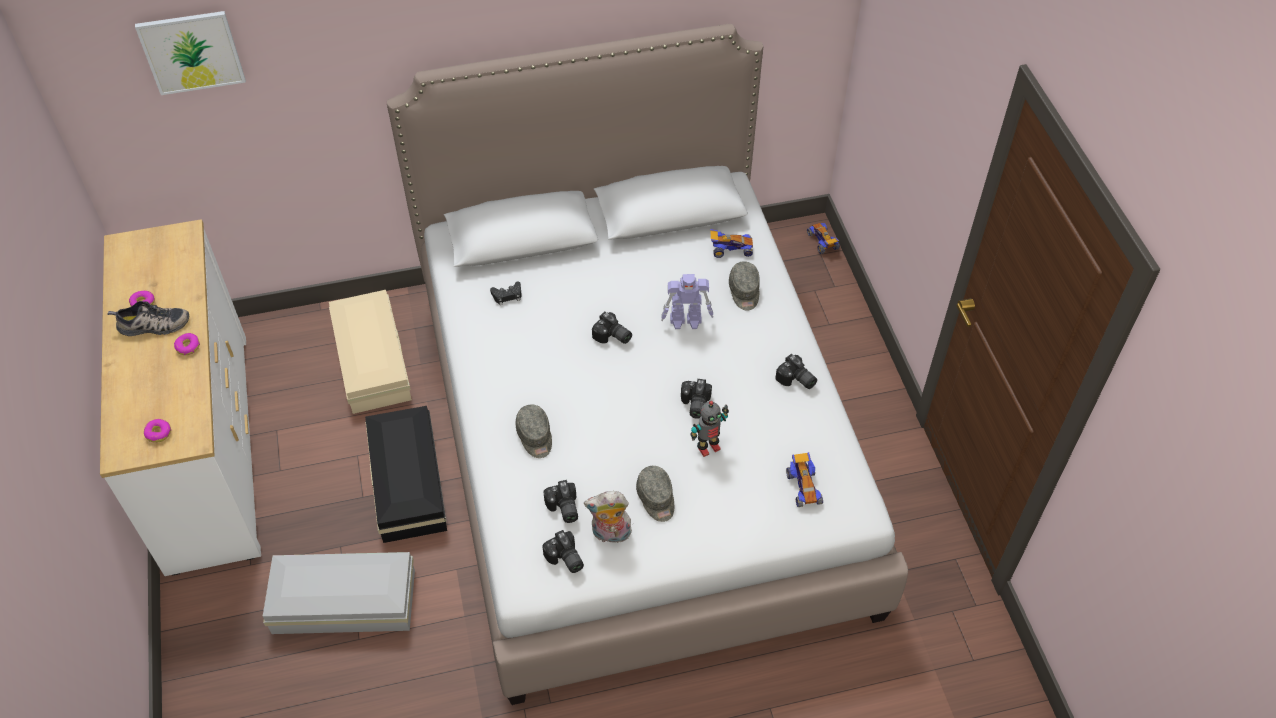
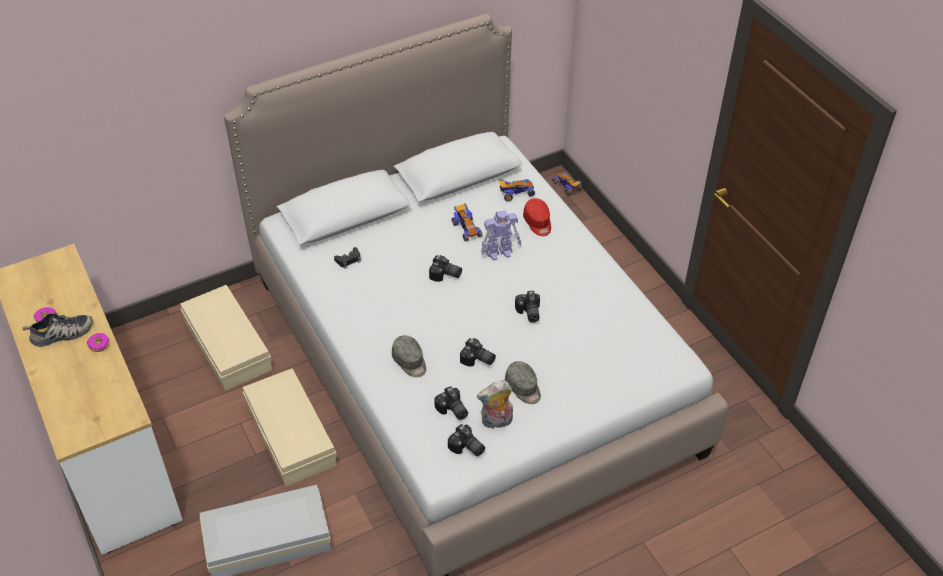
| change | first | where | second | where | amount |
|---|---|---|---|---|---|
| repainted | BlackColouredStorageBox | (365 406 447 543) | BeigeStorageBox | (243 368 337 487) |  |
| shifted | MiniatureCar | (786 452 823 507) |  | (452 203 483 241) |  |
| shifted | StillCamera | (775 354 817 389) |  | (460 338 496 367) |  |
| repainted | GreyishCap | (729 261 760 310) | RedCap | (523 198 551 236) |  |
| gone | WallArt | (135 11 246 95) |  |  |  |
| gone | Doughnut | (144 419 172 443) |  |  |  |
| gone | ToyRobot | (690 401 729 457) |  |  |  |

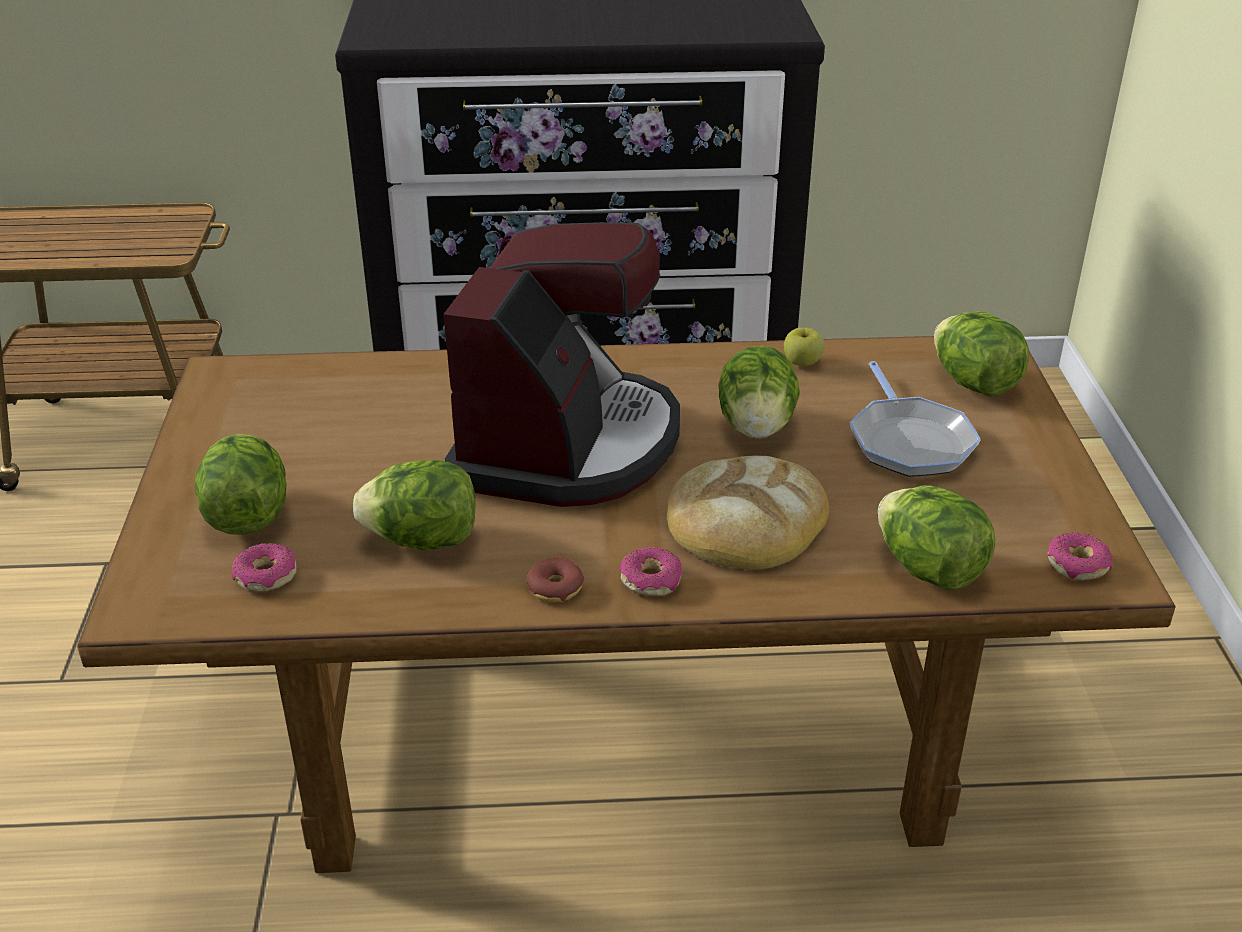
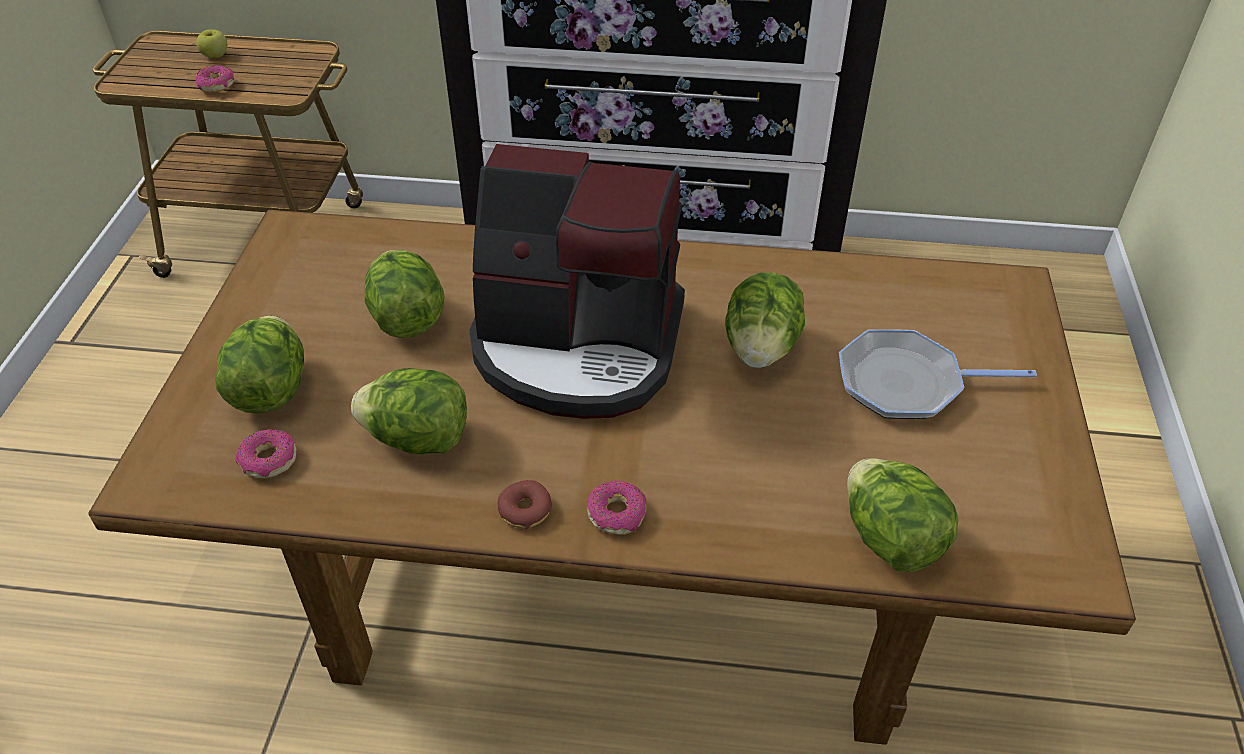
| change | first | where | second | where | amount |
|---|---|---|---|---|---|
| shifted | Doughnut | (1048 532 1112 580) |  | (195 65 235 92) |  |
| shifted | AppleFruit | (784 328 824 366) |  | (196 29 228 58) |  |
| shifted | HeadOfLettuce | (934 311 1029 397) |  | (365 250 444 338) |  |
| rotated | CoffeeMachine | (443 222 680 507) |  | (469 144 685 419) | 75 degrees clockwise |
| rotated | Skillet | (850 361 981 477) |  | (839 329 1037 419) | 90 degrees clockwise |
| gone | BakeryBread | (667 455 829 570) |  |  |  |

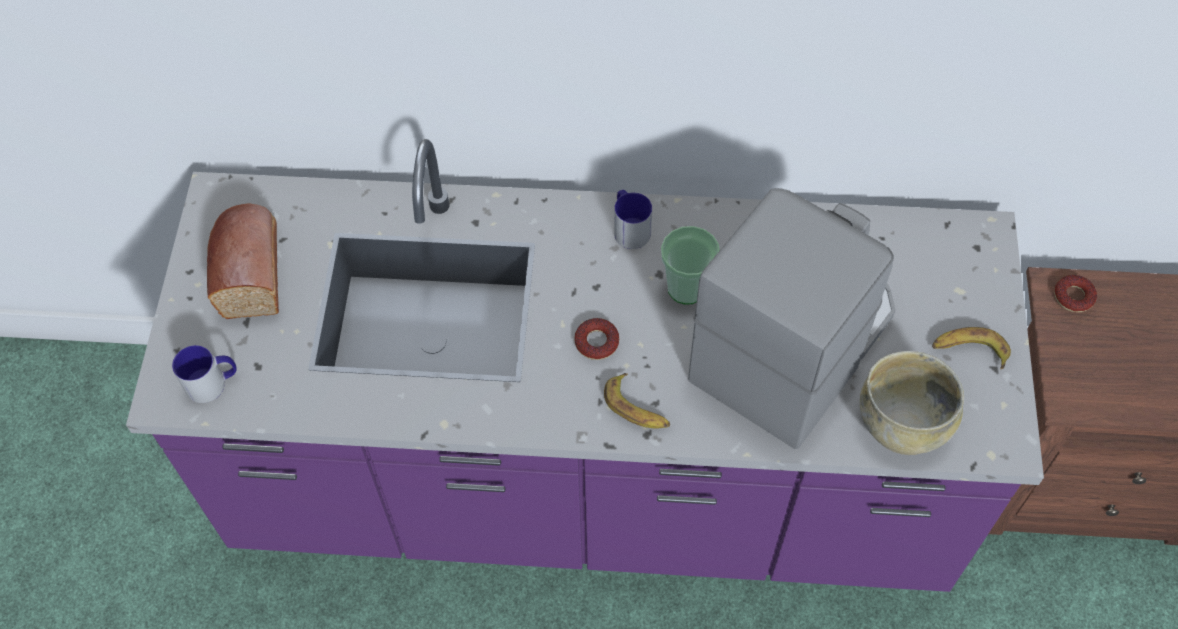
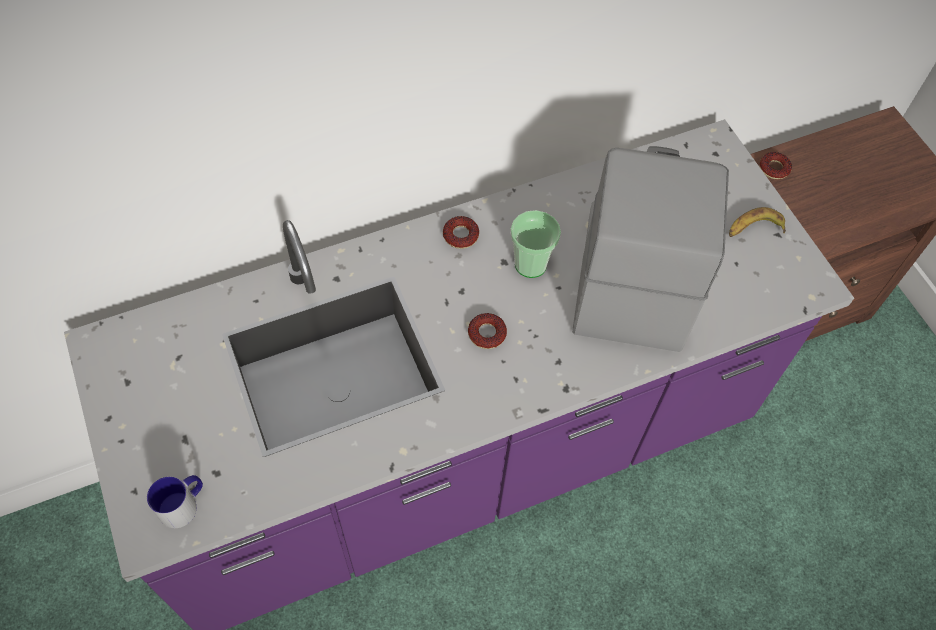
| change | first | where | second | where | amount |
|---|---|---|---|---|---|
| swapped | TeaMug | (614 190 652 249) | Doughnut | (443 216 479 249) |  |
| gone | BakeryBread | (207 204 279 319) |  |  |  |
| gone | WholeBanana | (604 373 670 428) |  |  |  |
| gone | BeigeDeepDish | (860 351 964 455) |  |  |  |

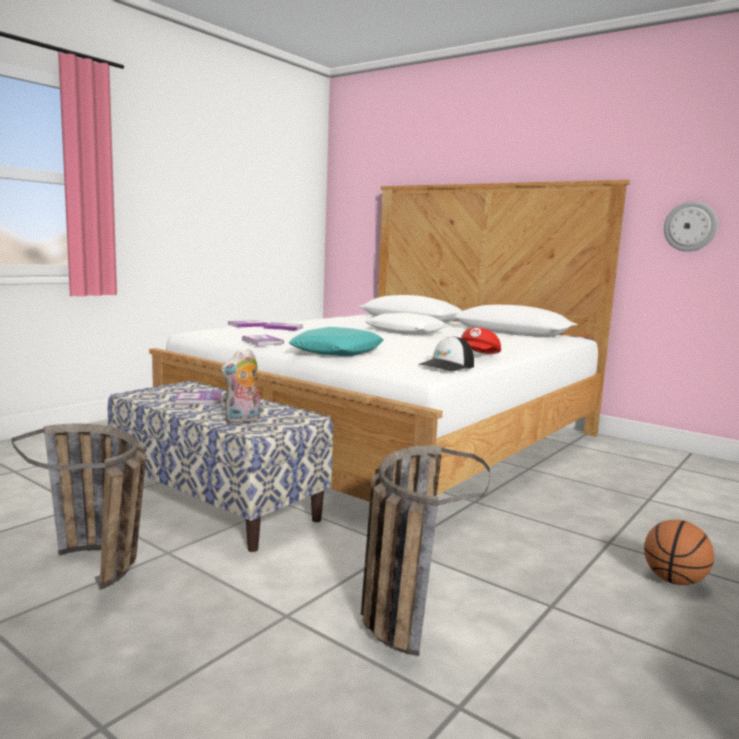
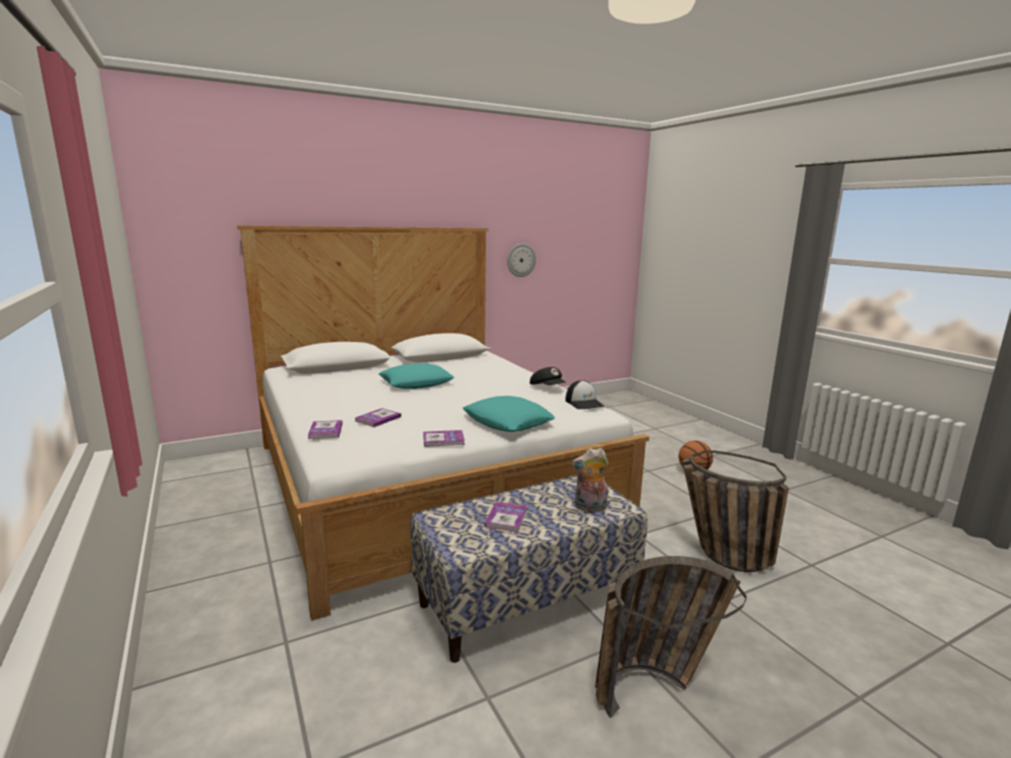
| change | first | where | second | where | amount |
|---|---|---|---|---|---|
| repainted | WhitishPillow | (365 313 449 335) | BlueGreenPillow | (379 363 454 389) |  |
| repainted | RedCap | (461 327 501 354) | BlackColouredCap | (530 367 566 385) |  |
| rotated | CuddlyToy | (221 349 260 424) |  | (572 448 608 511) | 105 degrees clockwise |

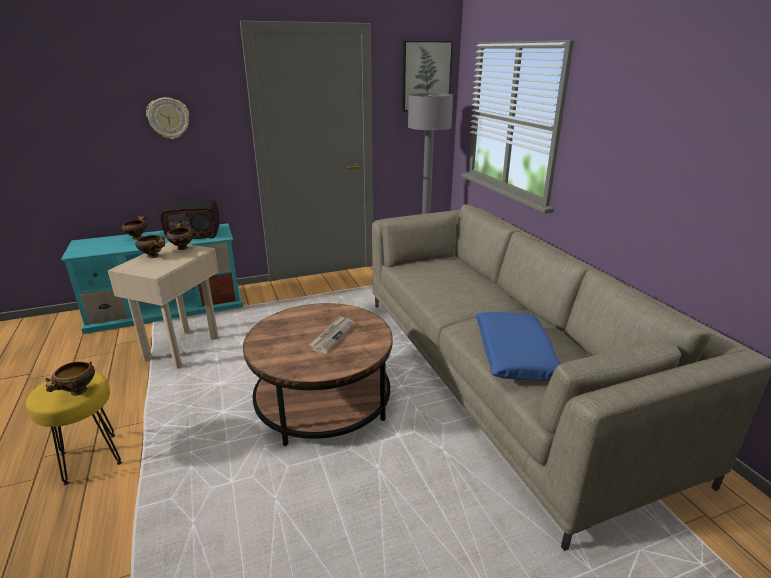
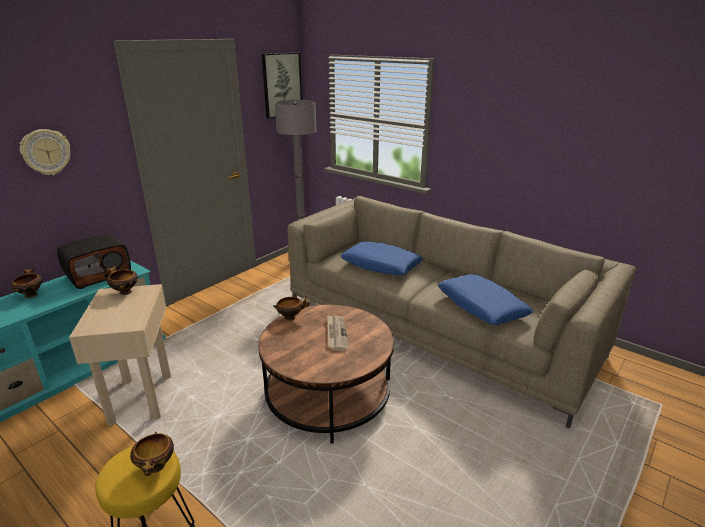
| change | first | where | second | where | amount |
|---|---|---|---|---|---|
| shifted | DeepDish | (135 235 165 258) |  | (273 297 310 321) |  |
| new |  |  | BluishPillow | (341 242 423 275) |  |

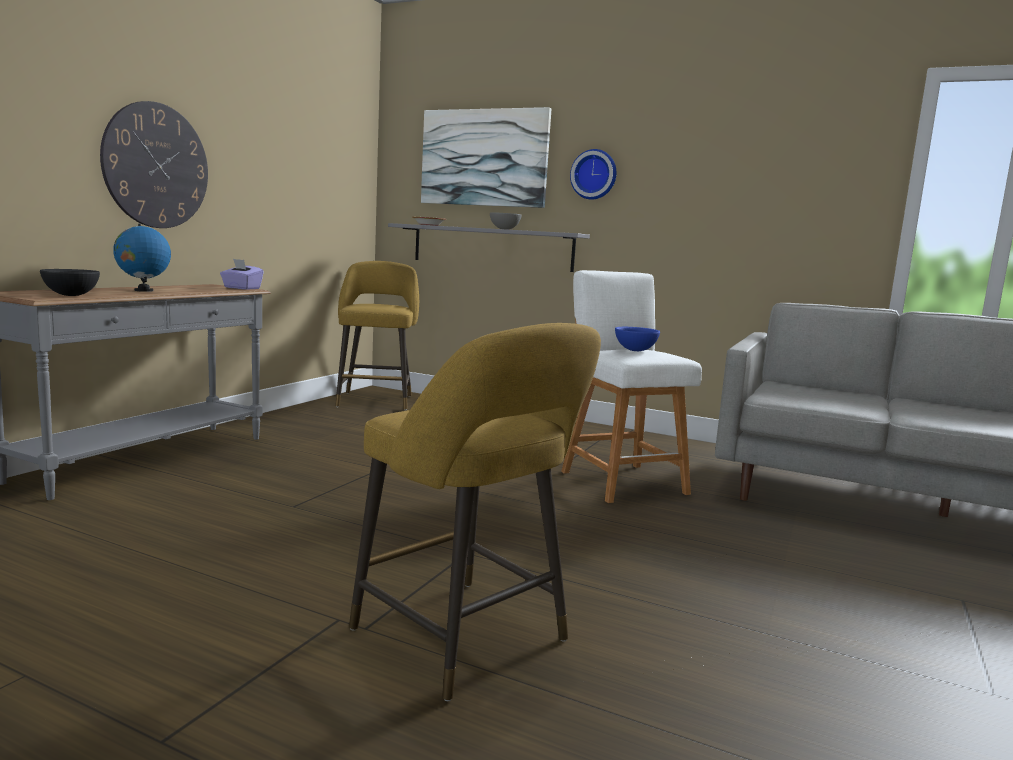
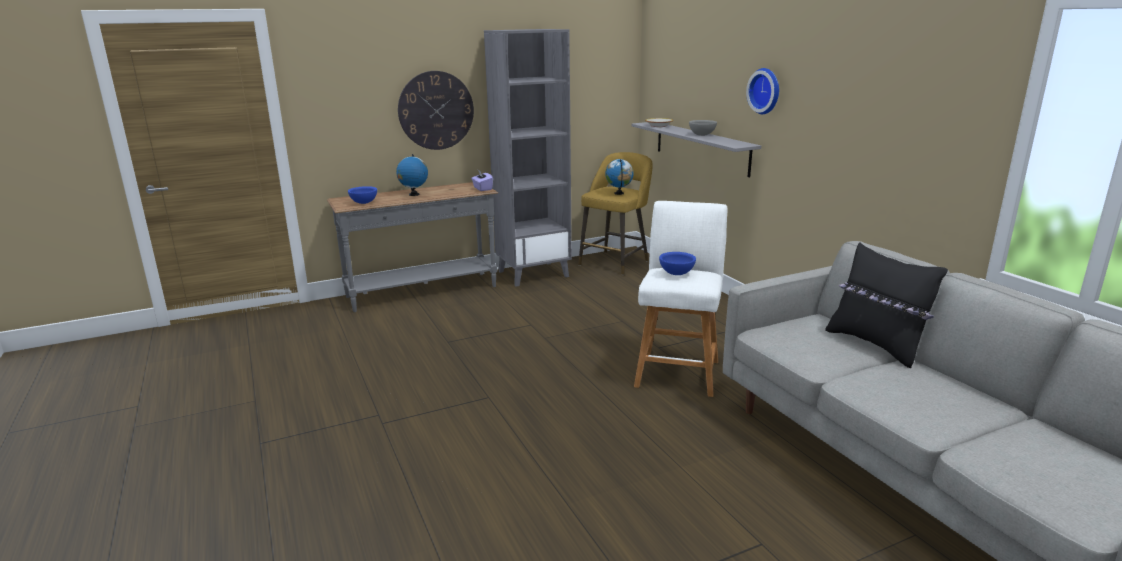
| change | first | where | second | where | amount |
|---|---|---|---|---|---|
| repainted | BlackColouredDeepDish | (40 269 100 296) | BluishDeepDish | (348 186 377 204) |  |
| new |  |  | GreyishBookshelf | (484 29 572 287) |  |
| new |  |  | DeskGlobe | (605 159 634 195) |  |
| new |  |  | BlackColouredPillow | (825 242 948 368) |  |
| gone | YellowColouredStoolSeat | (349 323 601 701) |  |  |  |
| gone | WallArt | (421 107 551 208) |  |  |  |

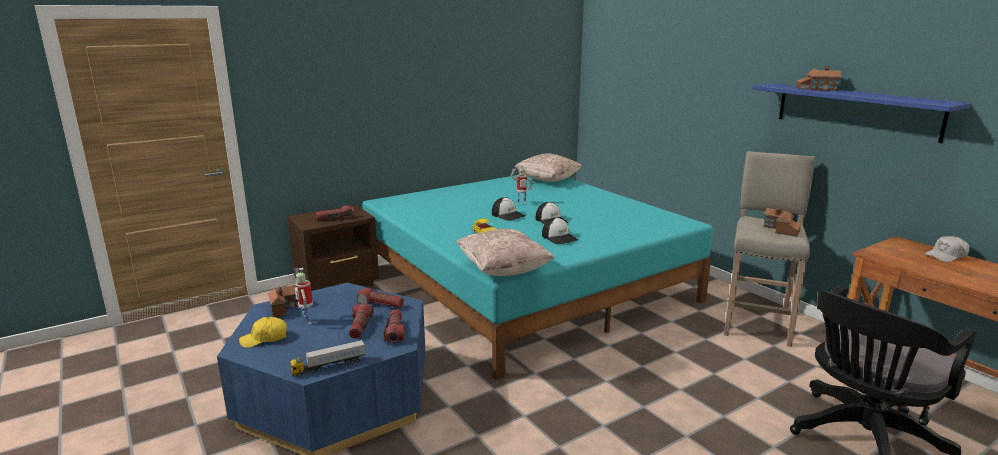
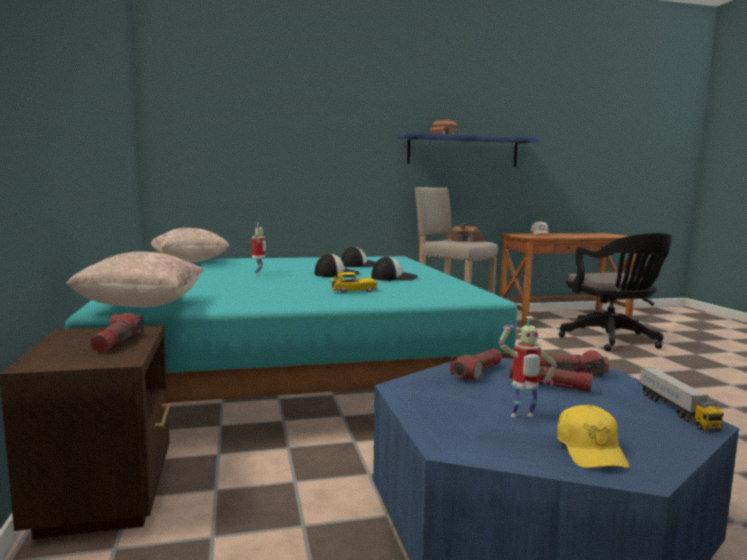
| change | first | where | second | where | amount |
|---|---|---|---|---|---|
| shifted | BeigePillow | (456 229 555 276) |  | (66 251 204 308) |  |
| shifted | Cap | (492 197 525 221) |  | (341 246 376 267) |  |
| gone | ModelHouse | (268 285 298 318) |  |  |  |

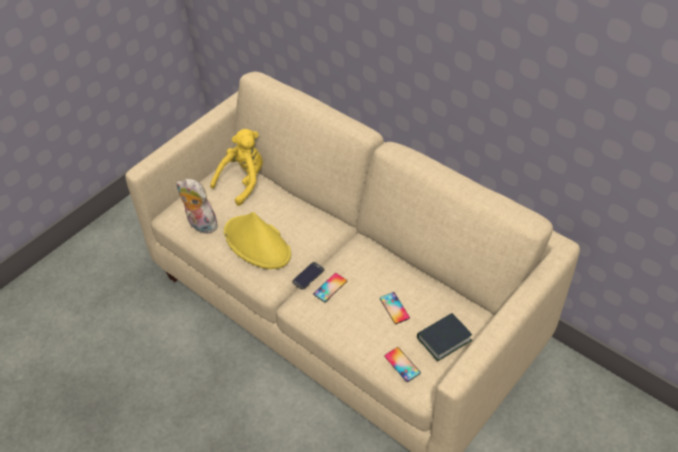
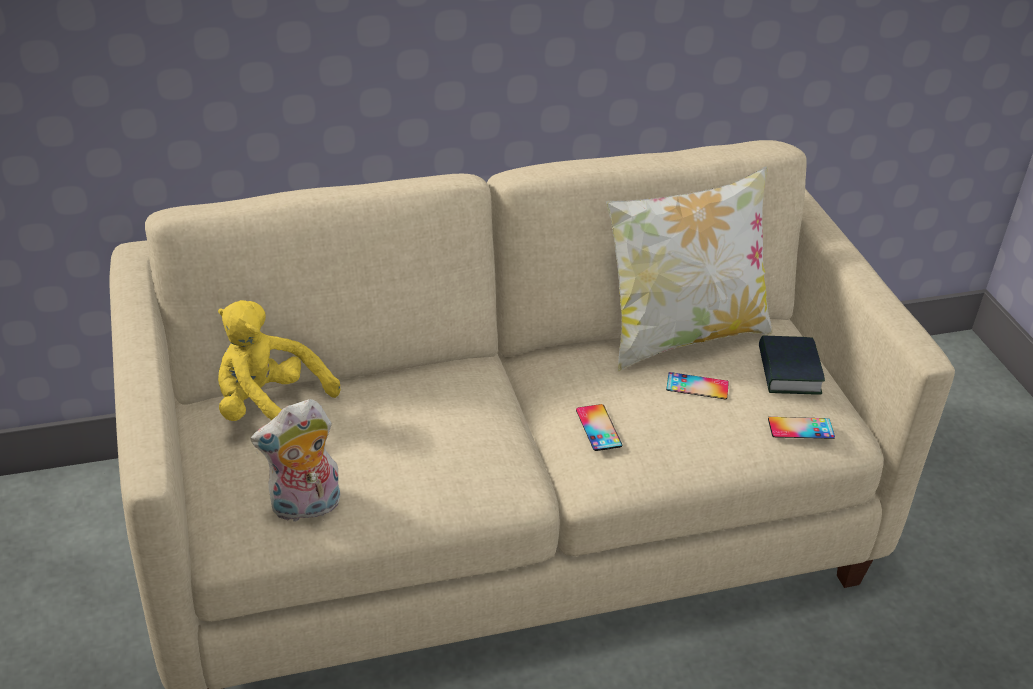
| change | first | where | second | where | amount |
|---|---|---|---|---|---|
| rotated | YellowColouredCuddlyToy | (210 129 263 206) |  | (218 300 341 421) | 60 degrees counterclockwise |
| new |  |  | Pillow | (606 166 773 372) |  |
| gone | YellowColouredClothingHat | (224 212 291 269) |  |  |  |
| gone | Handset | (292 262 324 290) |  |  |  |

